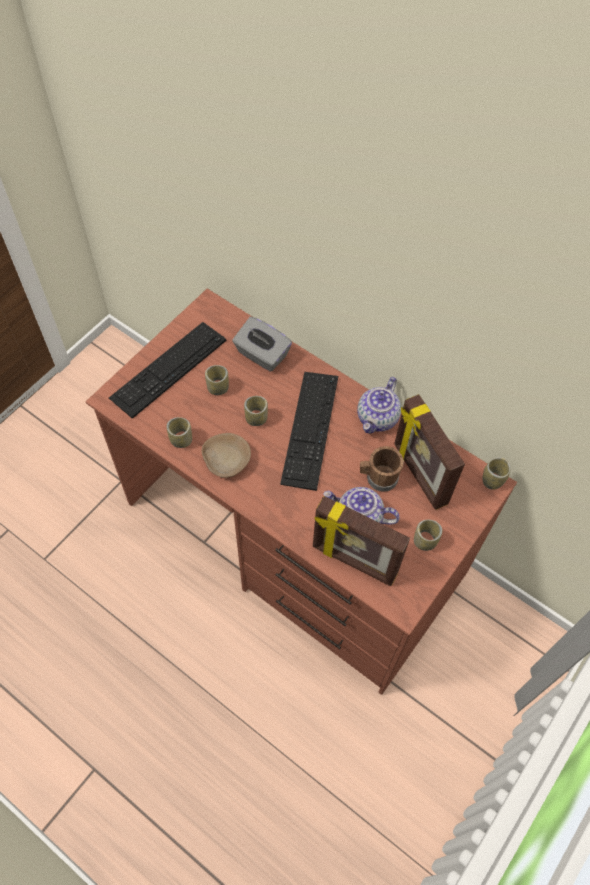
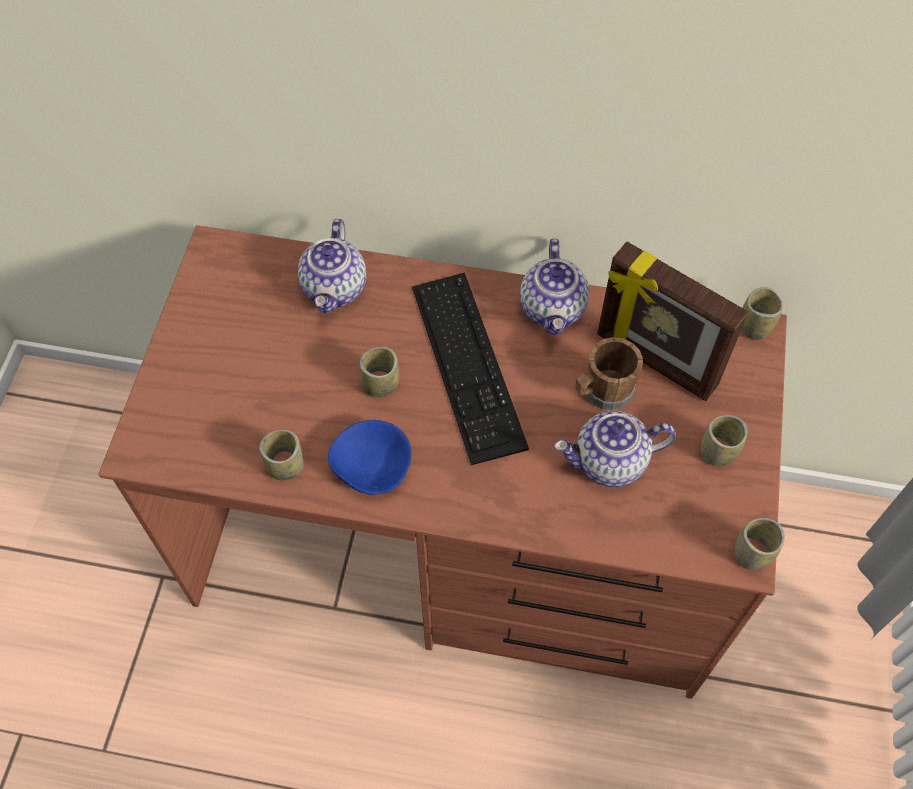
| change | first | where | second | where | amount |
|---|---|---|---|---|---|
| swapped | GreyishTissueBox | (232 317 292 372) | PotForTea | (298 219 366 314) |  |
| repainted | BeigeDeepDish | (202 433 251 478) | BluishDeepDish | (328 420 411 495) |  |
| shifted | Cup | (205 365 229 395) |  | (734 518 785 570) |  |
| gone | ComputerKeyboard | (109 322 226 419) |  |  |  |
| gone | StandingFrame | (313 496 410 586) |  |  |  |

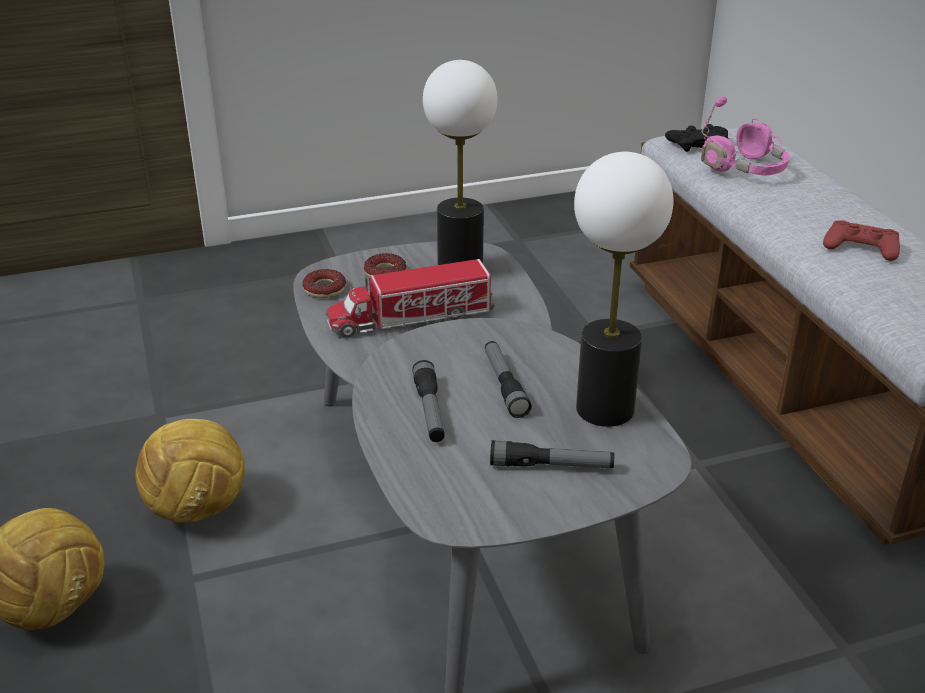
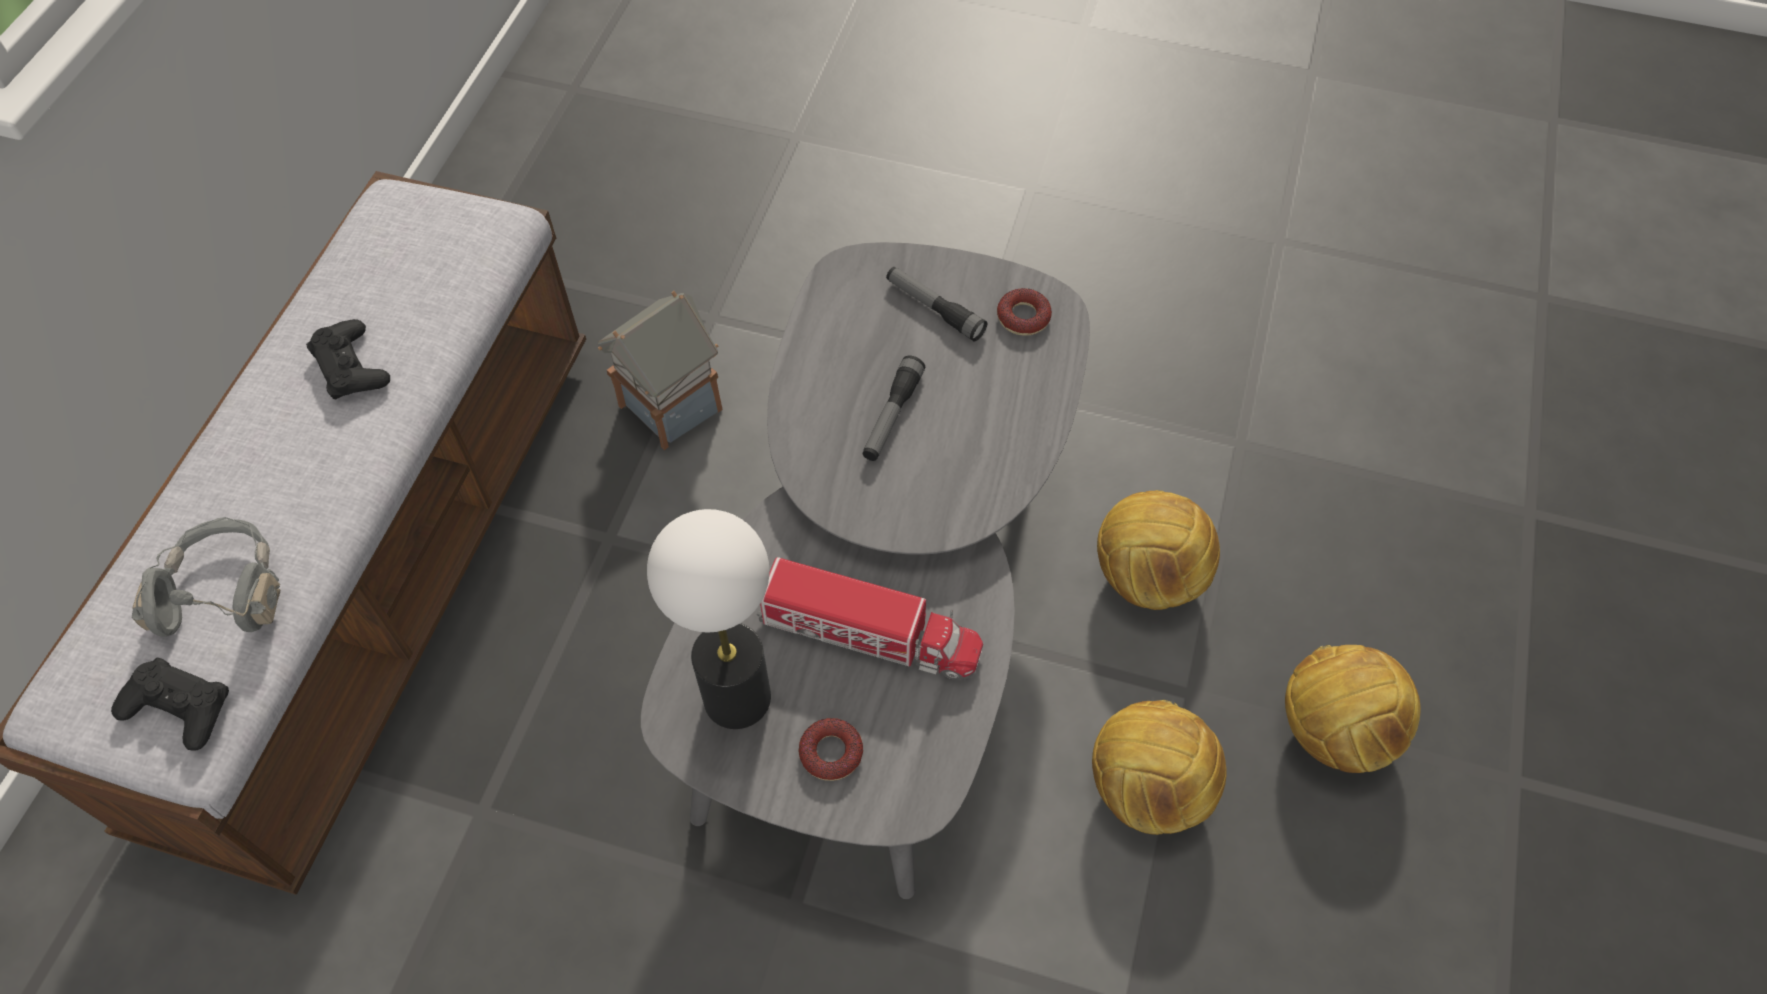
| change | first | where | second | where | amount |
|---|---|---|---|---|---|
| repainted | PinkColouredHeadphones | (701 96 790 176) | GreyishHeadphones | (132 517 280 637) |  |
| repainted | RedGameController | (823 220 900 261) | BlackColouredGameController | (306 319 390 399) |  |
| new |  |  | ModelHouse | (598 291 723 450) |  |
| shifted | Doughnut | (303 269 346 298) |  | (997 288 1052 336) |  |
| new |  |  | Football | (1097 490 1220 610) |  |
| gone | HandTorch | (412 360 445 442) |  |  |  |
| gone | LampForATable | (574 152 673 427) |  |  |  |

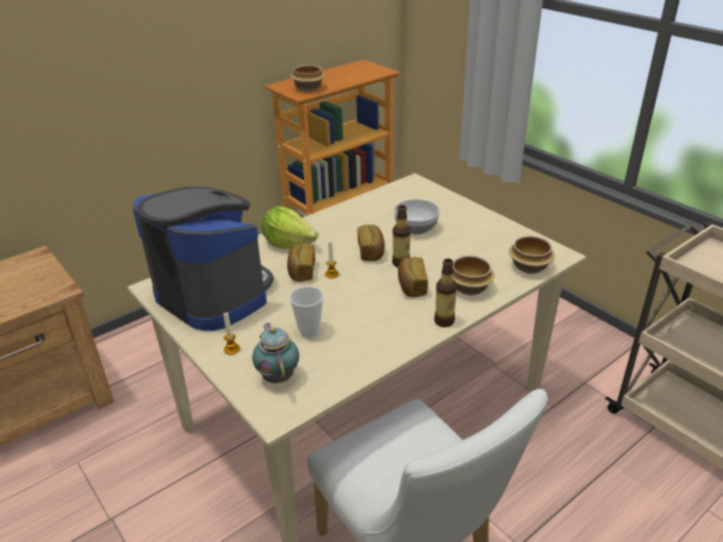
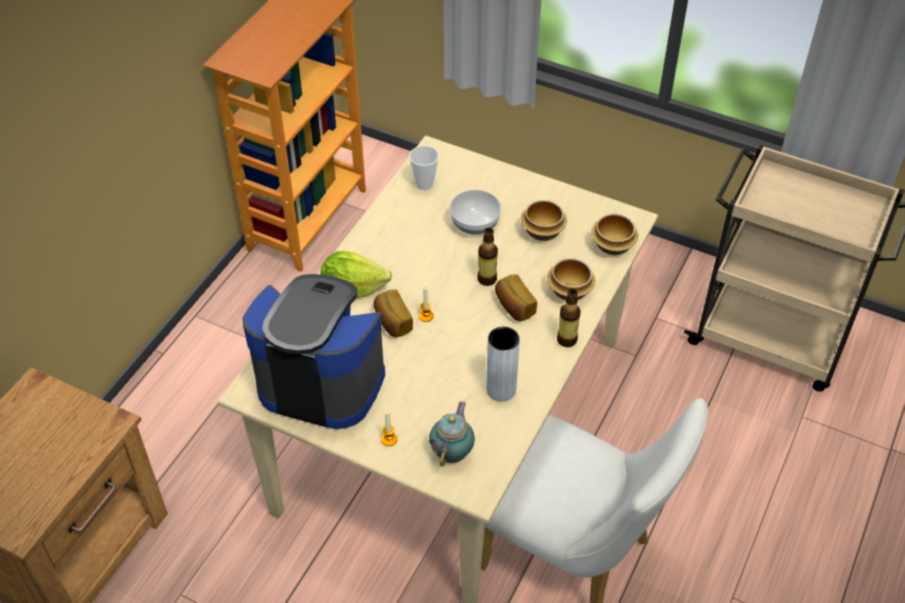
| change | first | where | second | where | amount |
|---|---|---|---|---|---|
| shifted | Cup | (289 286 324 338) |  | (409 146 439 190) |  |
| rotated | PotForTea | (252 322 299 383) |  | (429 402 475 466) | 60 degrees clockwise |
| new |  |  | GreyishVase | (486 327 520 402) |  |
| shifted | DeepDish | (291 65 325 92) |  | (521 200 567 241) |  |
| gone | BakeryBread | (357 225 385 262) |  |  |  |

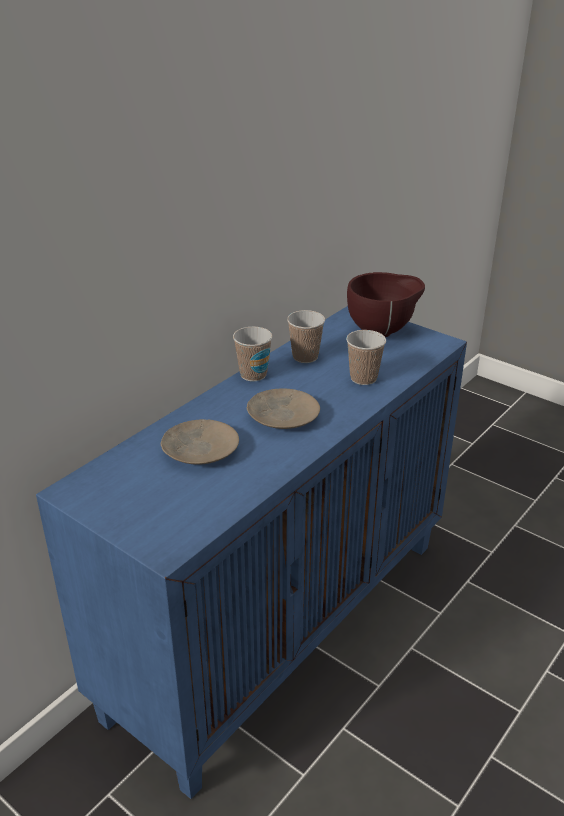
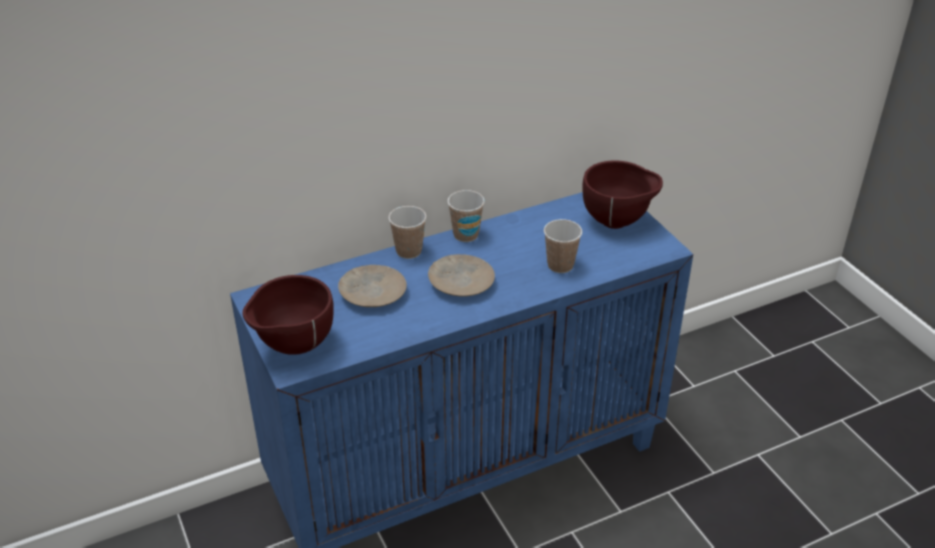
| change | first | where | second | where | amount |
|---|---|---|---|---|---|
| new |  |  | BrownDeepDish | (243 275 334 355) |  |
| shifted | Cup | (287 310 325 363) |  | (388 206 426 259) |  |

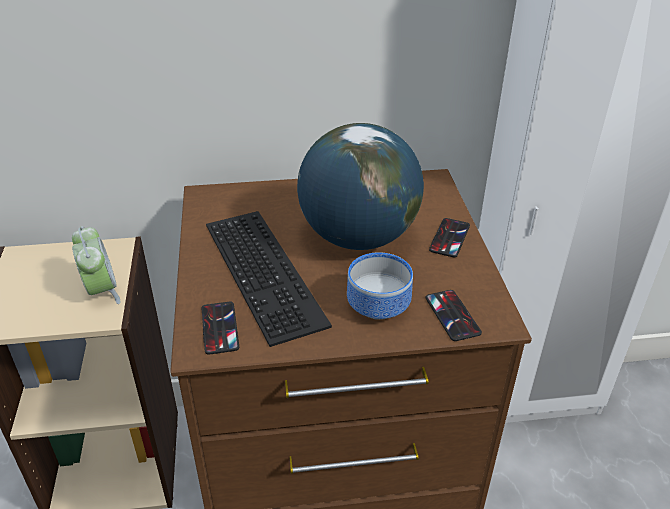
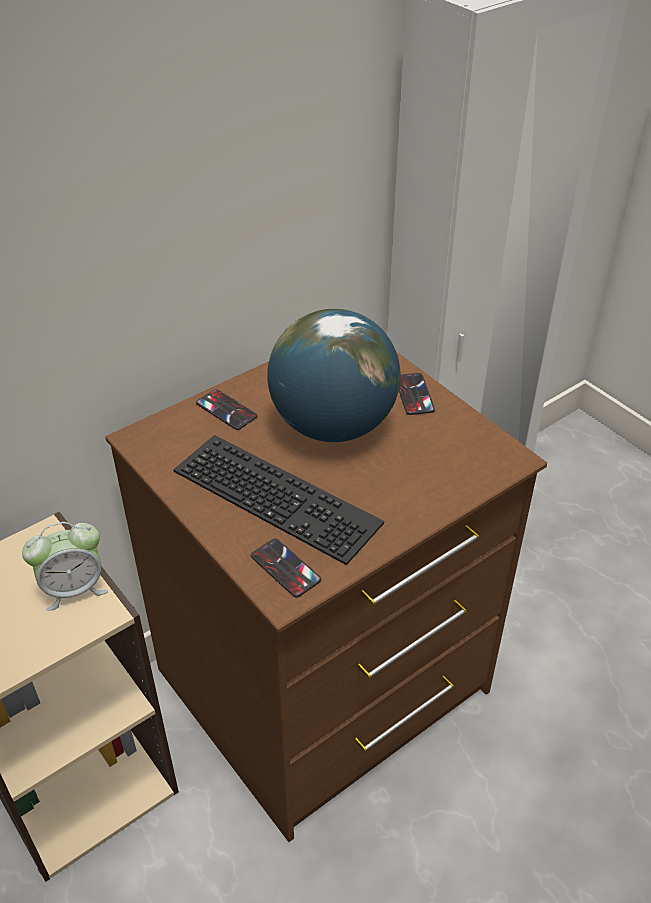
| change | first | where | second | where | amount |
|---|---|---|---|---|---|
| rotated | AlarmClock | (72 226 121 304) |  | (22 522 108 611) | 120 degrees clockwise |
| shifted | Handset | (425 290 482 341) |  | (196 389 257 430) |  |
| gone | DeepDish | (347 252 413 320) |  |  |  |

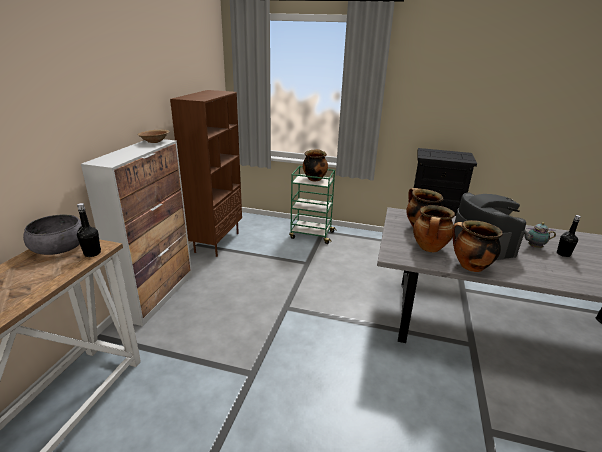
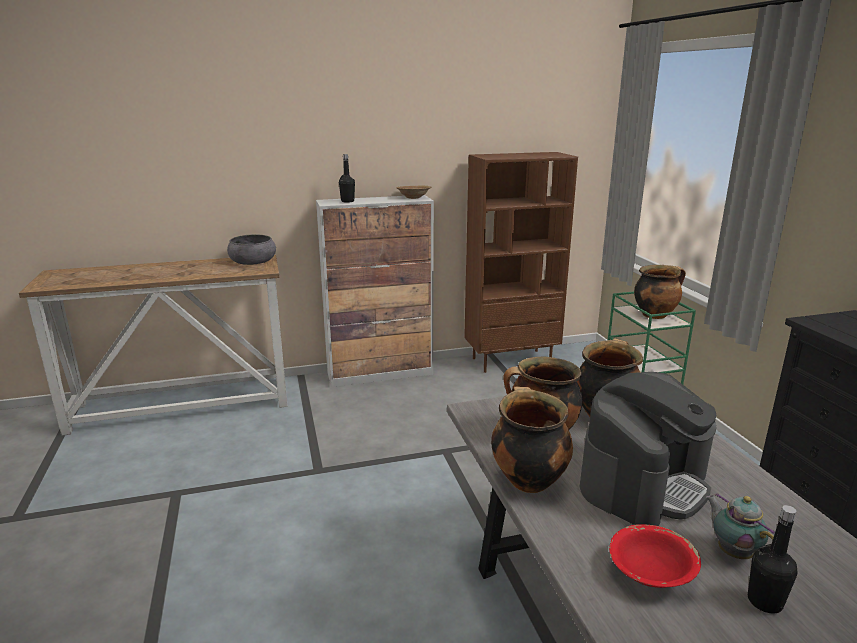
| change | first | where | second | where | amount |
|---|---|---|---|---|---|
| shifted | BlackColouredBeverageBottle | (77 203 101 257) |  | (339 154 355 203) |  |
| new |  |  | RedDeepDish | (609 524 701 588) |  |

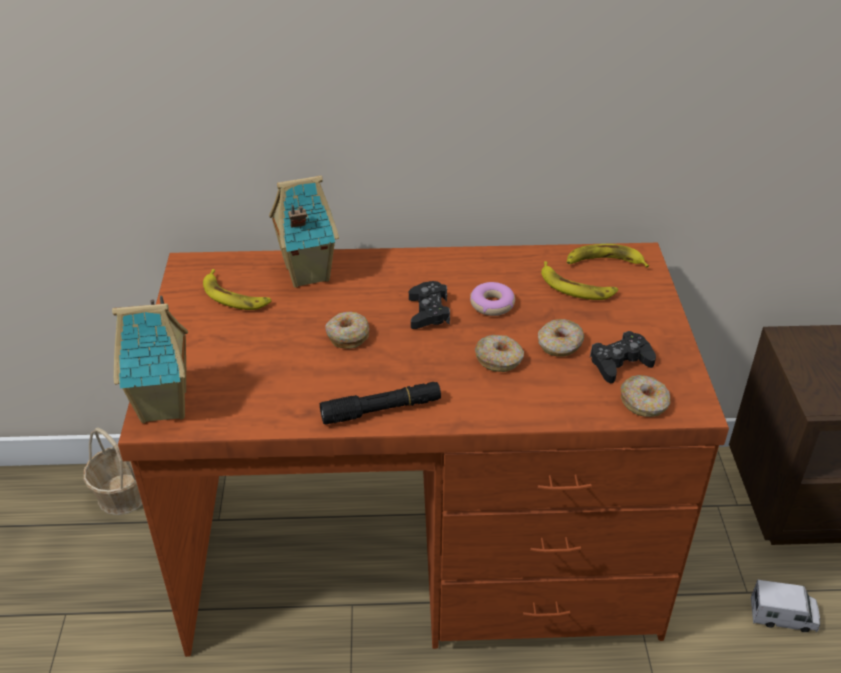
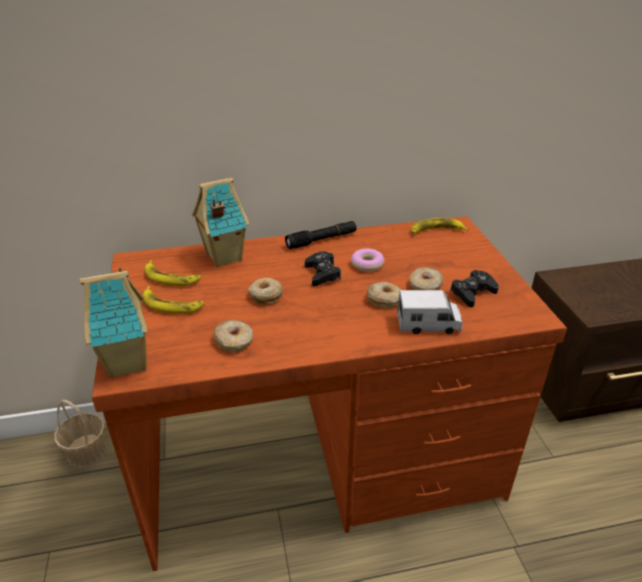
| change | first | where | second | where | amount |
|---|---|---|---|---|---|
| shifted | WholeBanana | (541 261 618 300) |  | (142 286 205 314) |  |
| shifted | Doughnut | (621 375 670 417) |  | (213 320 253 352) |  |
| shifted | BlackColouredHandTorch | (320 382 441 425) |  | (285 221 356 249) |  |
| shifted | ToyTruck | (751 580 820 632) |  | (397 290 463 334) |  |

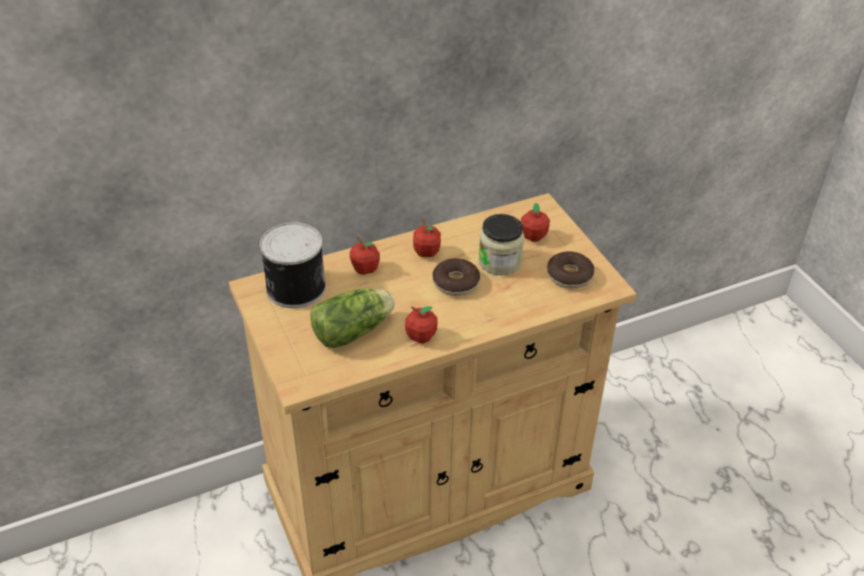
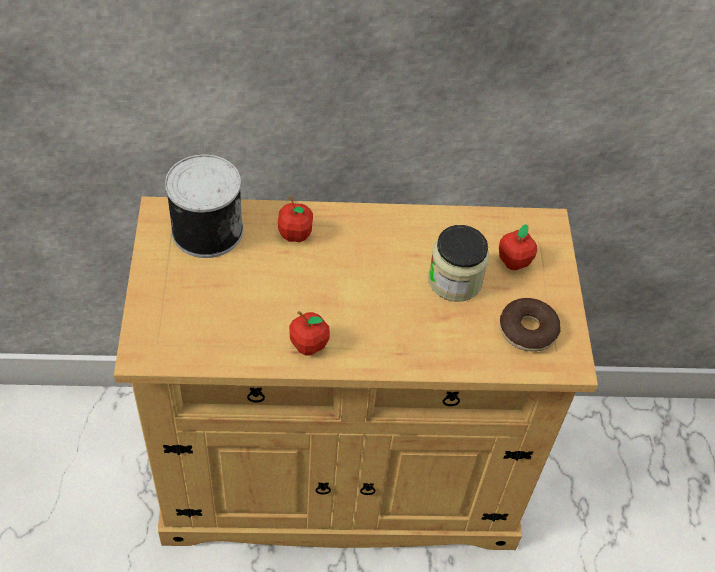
| change | first | where | second | where | amount |
|---|---|---|---|---|---|
| gone | HeadOfLettuce | (310 288 395 348) |  |  |  |
| gone | AppleFruit | (413 218 441 257) |  |  |  |
| gone | Doughnut | (433 258 480 296) |  |  |  |

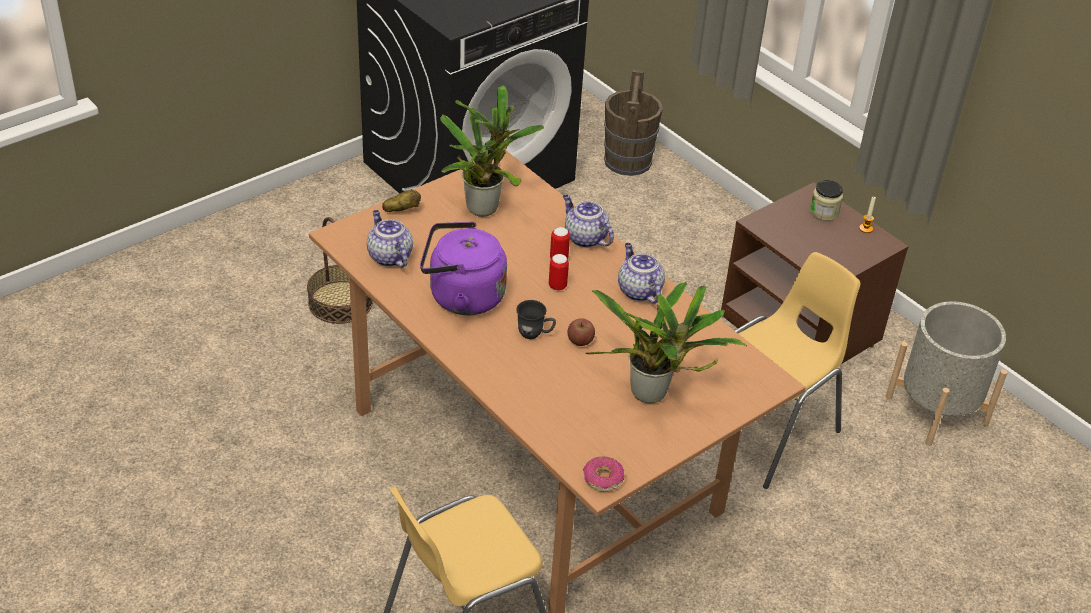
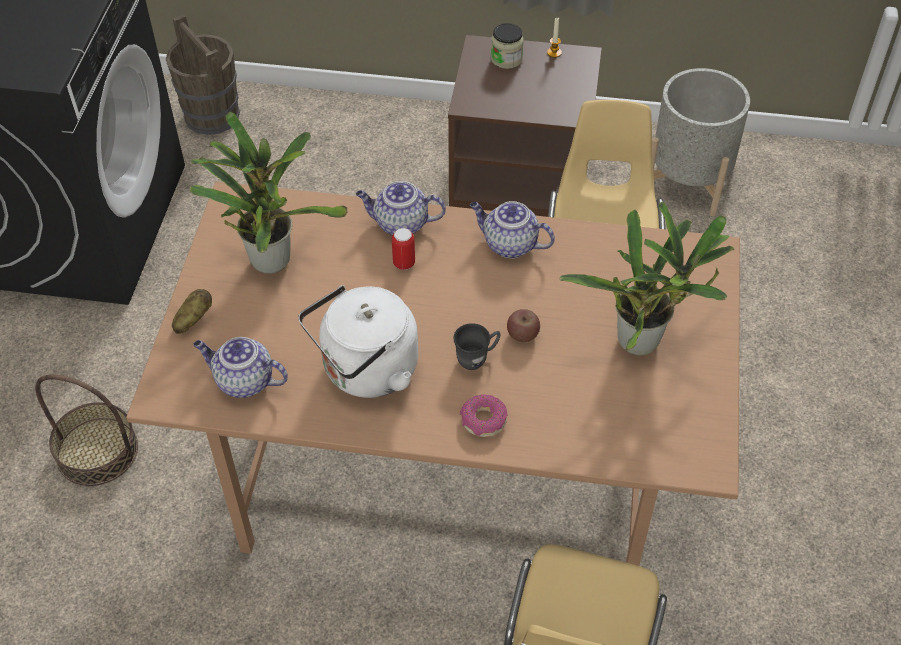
| change | first | where | second | where | amount |
|---|---|---|---|---|---|
| repainted | PurpleKettle | (420 222 507 315) | WhitishKettle | (298 285 418 398) |  |
| shifted | Doughnut | (583 456 624 492) |  | (460 395 508 437) |  |
| gone | Can | (549 254 569 290) |  |  |  |

